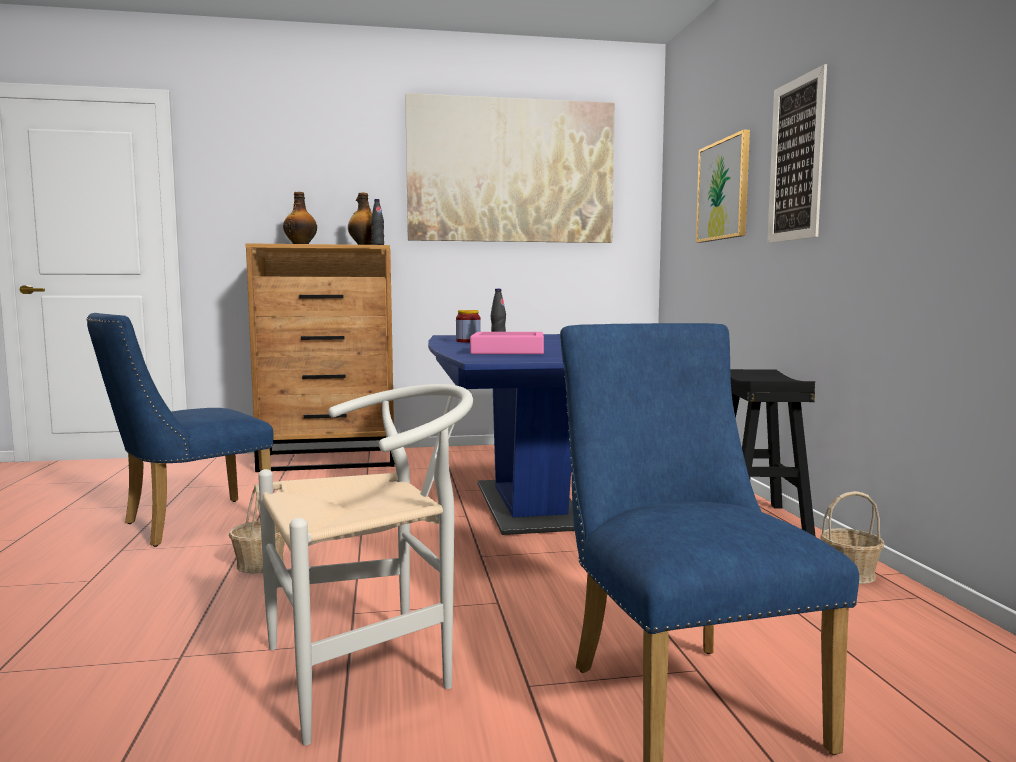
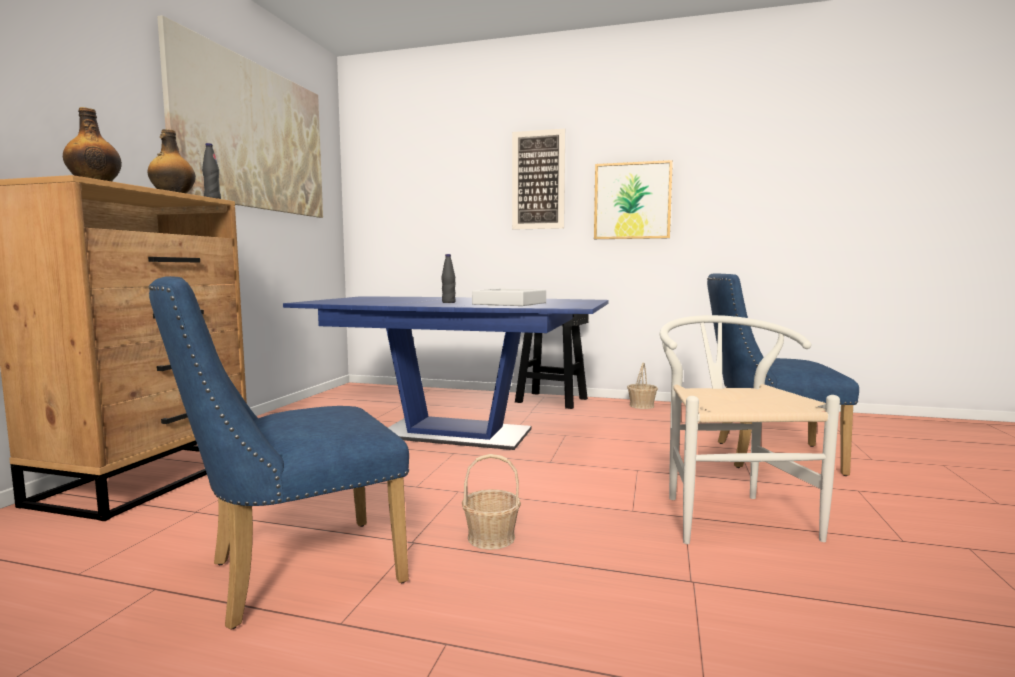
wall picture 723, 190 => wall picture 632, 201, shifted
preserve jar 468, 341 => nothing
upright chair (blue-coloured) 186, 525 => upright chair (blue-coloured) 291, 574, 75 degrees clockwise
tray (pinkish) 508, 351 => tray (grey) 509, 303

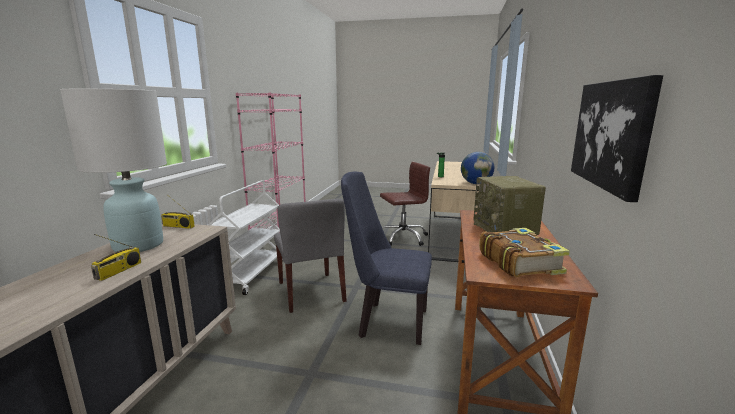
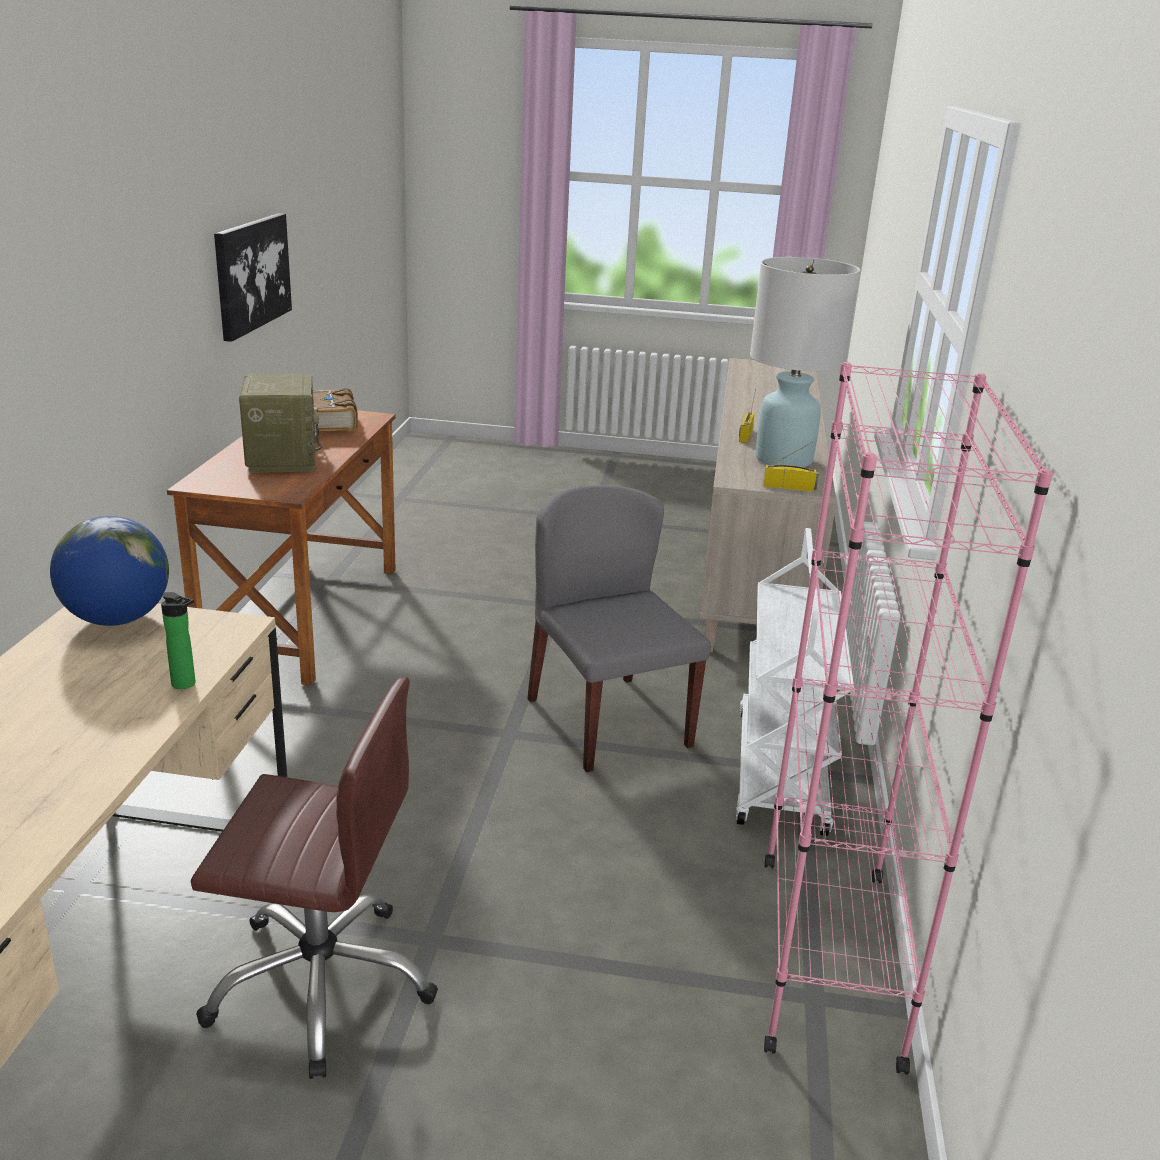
desk chair (brown-coloured) 403, 237 => desk chair (brown-coloured) 322, 983, 150 degrees counterclockwise
upright chair (blue-coloured) 387, 322 => nothing

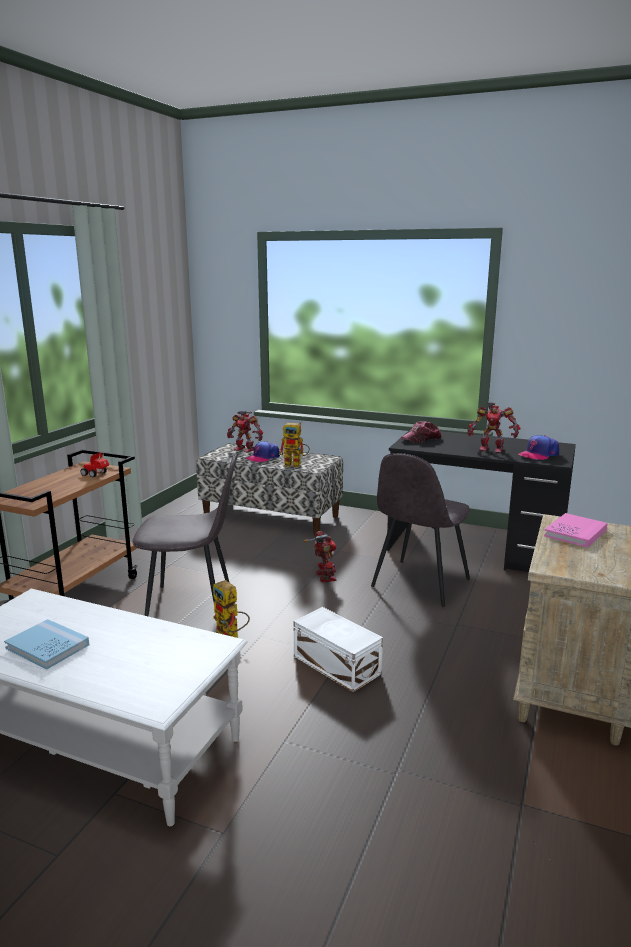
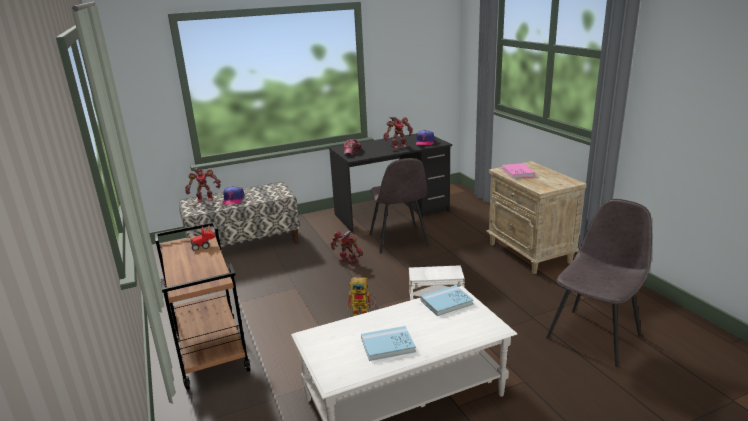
model robot 296, 465 => nothing
upright chair (grey) 192, 605 => upright chair (grey) 594, 336, shifted
nothing => book (blue-coloured) 446, 302

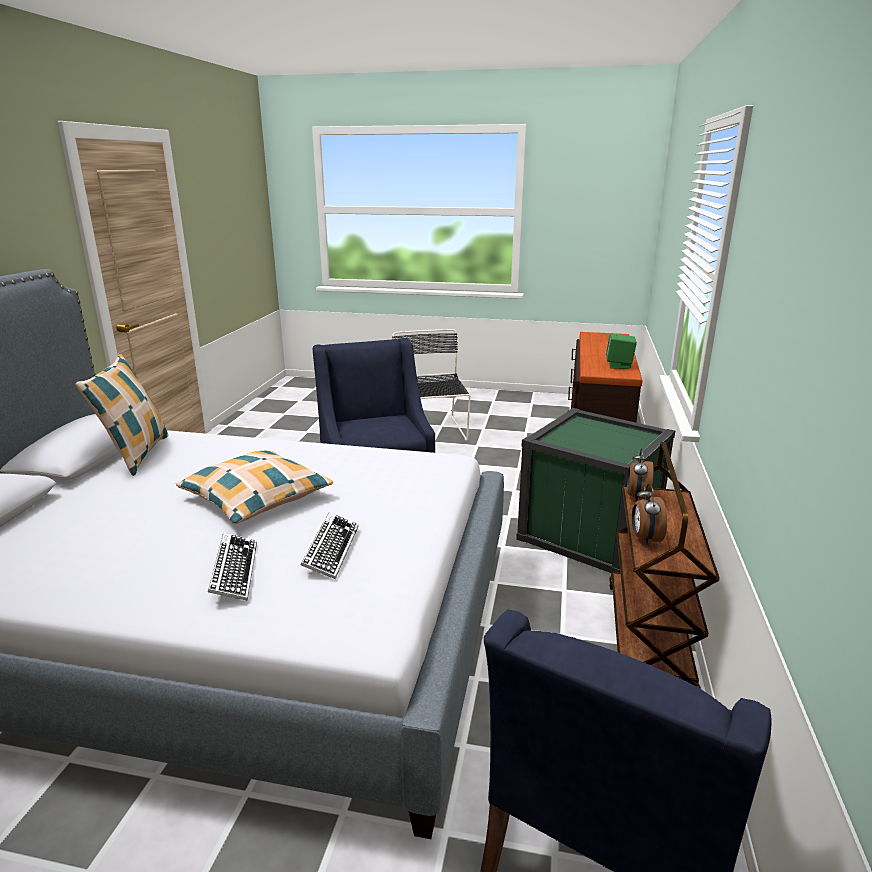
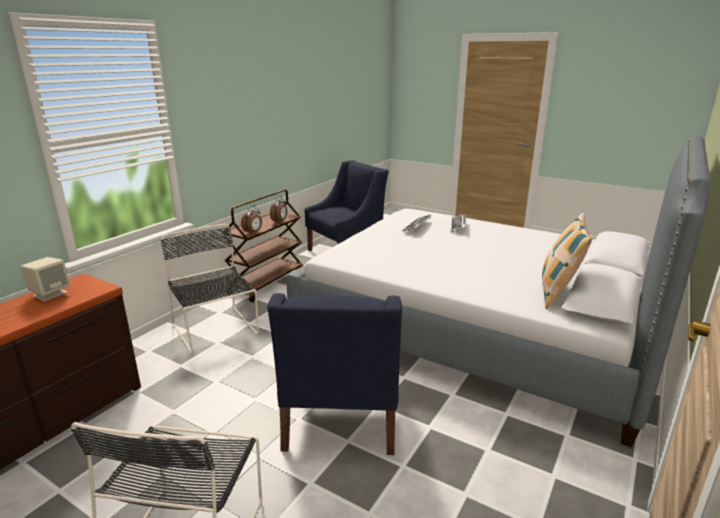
speaker (green) 619, 366 => speaker (beige) 50, 294
storage bin (green) 589, 533 => upright chair (blackish) 216, 331
pillow 256, 497 => nothing

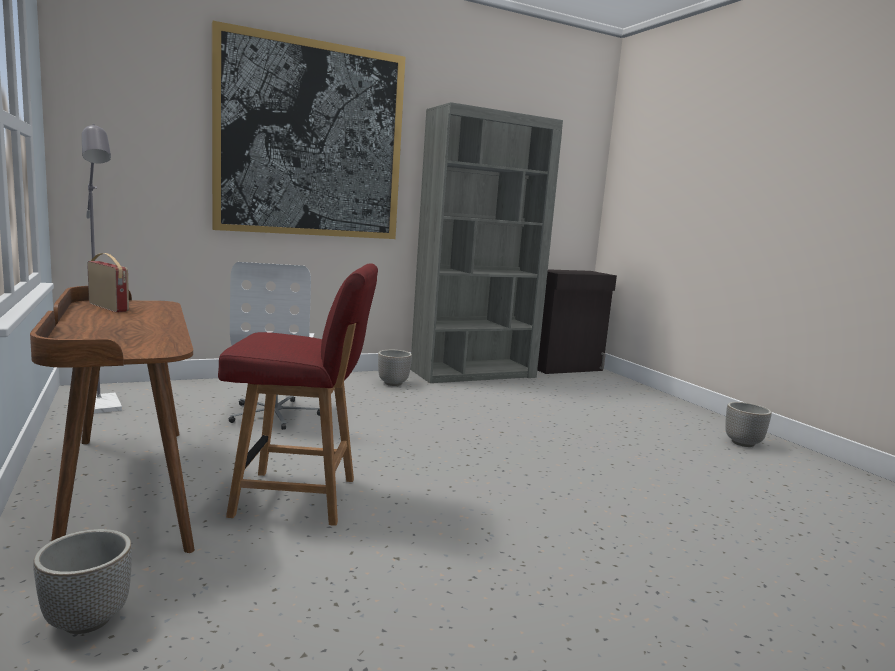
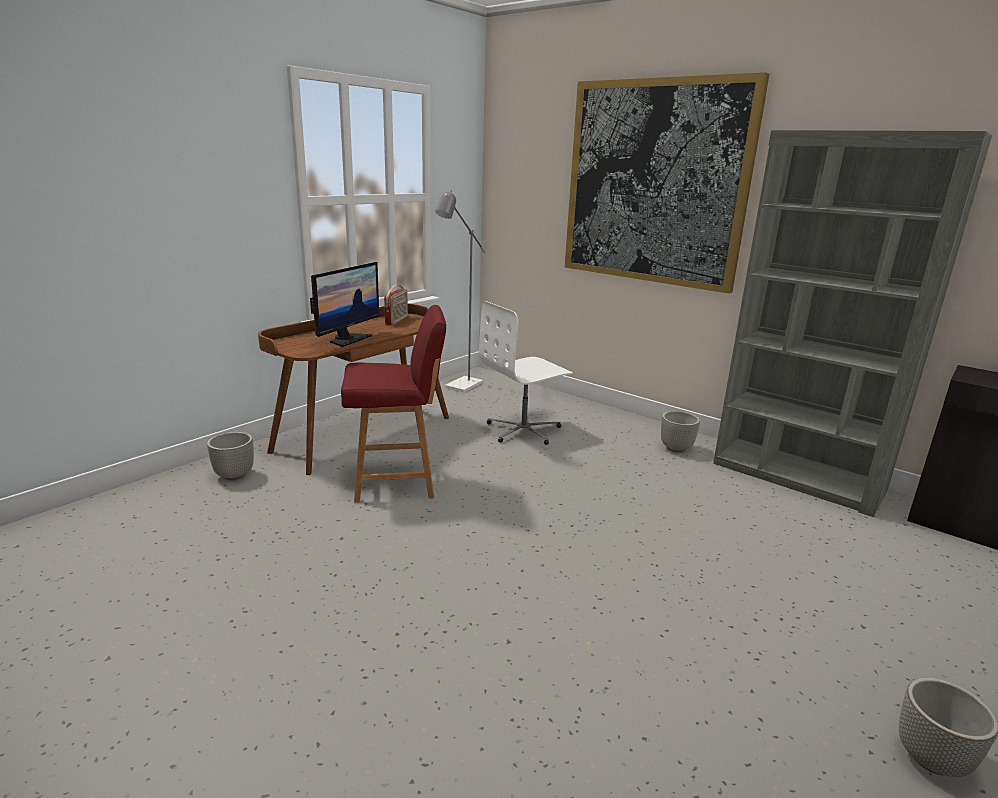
upright chair (red) 298, 497 => upright chair (red) 397, 481, 75 degrees counterclockwise
nothing => computer screen 347, 339

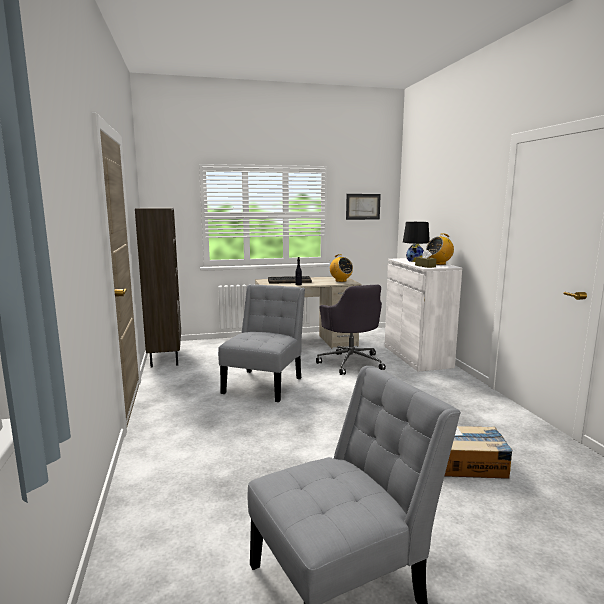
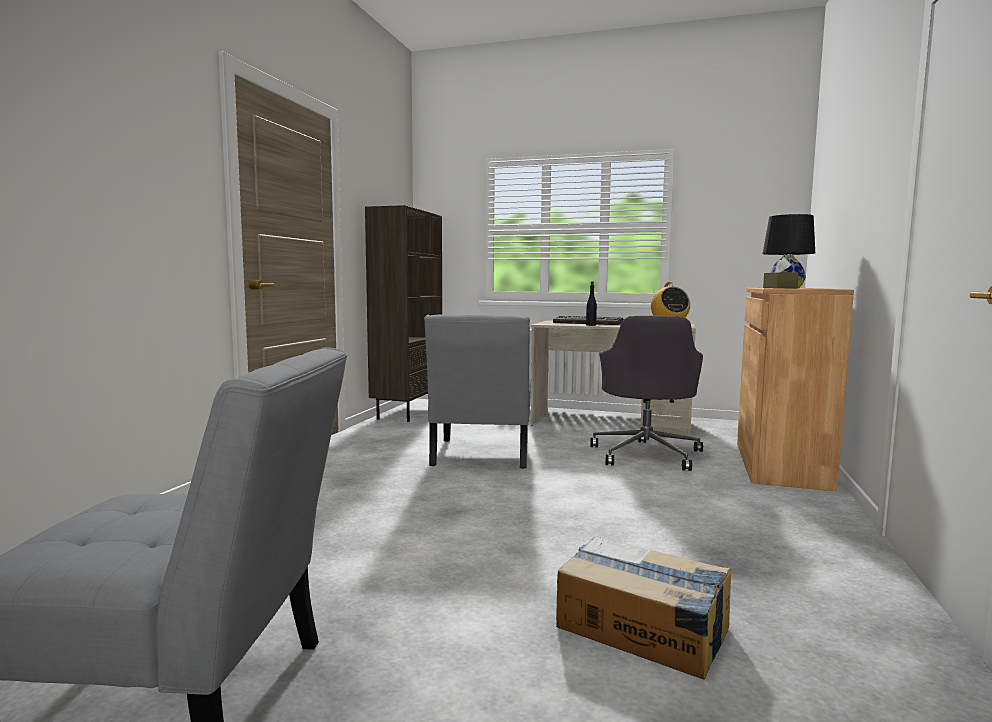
wall picture 363, 206 => nothing
radio set 439, 264 => nothing
storage cabinet (whitish) 417, 356 => storage cabinet (brown-coloured) 780, 465
upright chair (grey) 265, 384 => upright chair (grey) 480, 456, 135 degrees clockwise

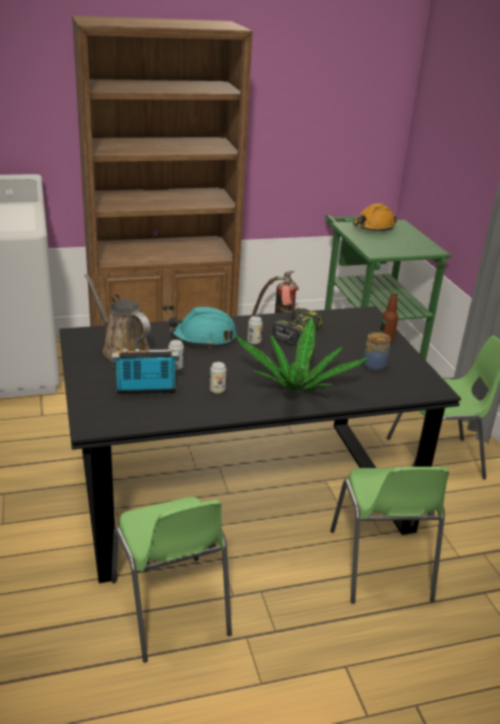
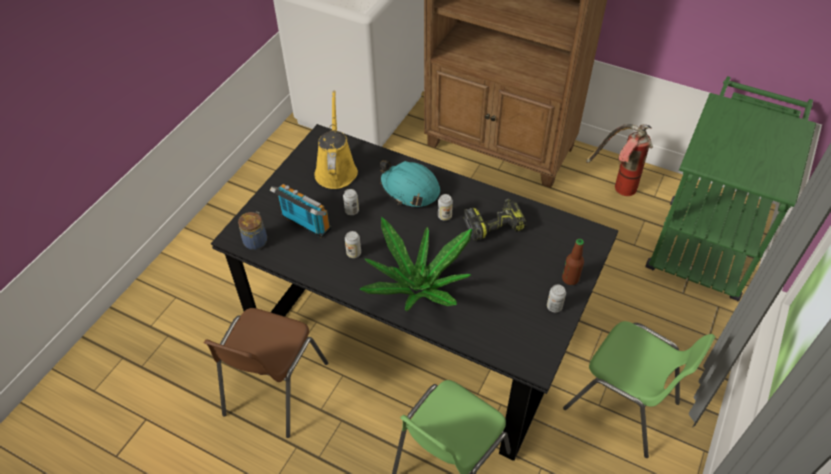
hard hat (orange-coloured) 373, 227 => nothing
watering can (brown-coloured) 122, 348 => watering can (yellow-coloured) 336, 169
preserve jar 373, 365 => preserve jar 256, 241, shifted
upright chair (green) 171, 608 => upright chair (brown-coloured) 274, 389
nothing => sealed can 554, 307

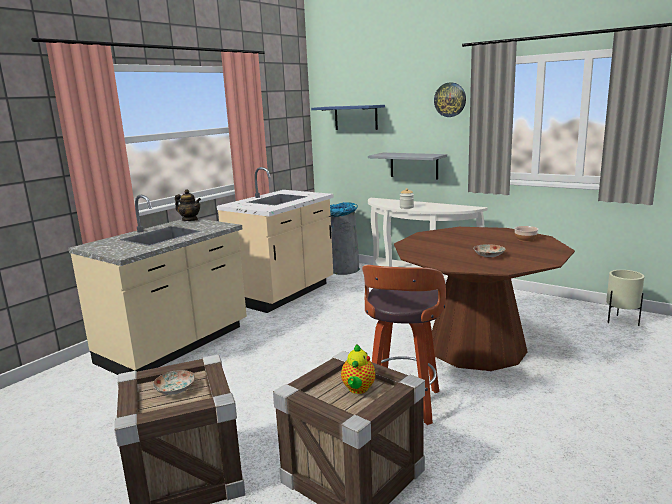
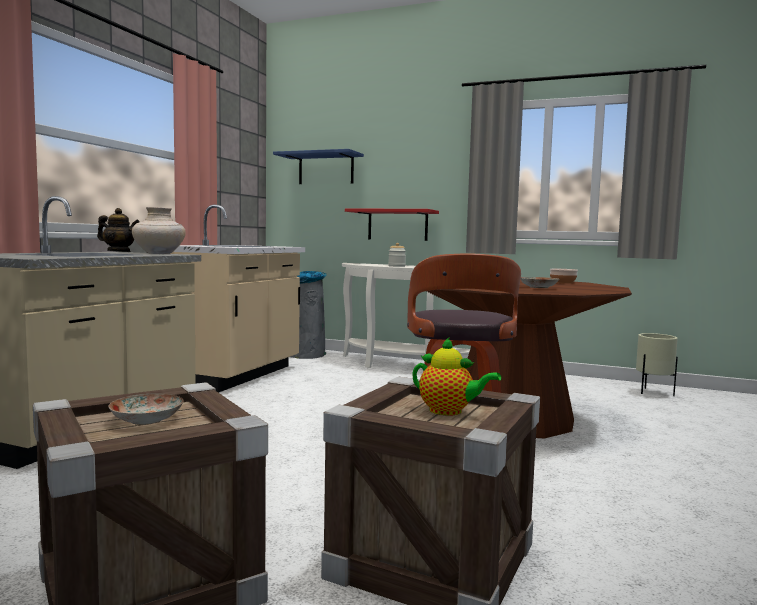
hanging clock 450, 99 => nothing
bracket shelf (grey) 414, 165 => bracket shelf (red) 397, 225
pot for tea 358, 389 => pot for tea 449, 411, 60 degrees counterclockwise
nothing => decorative vase (beige) 159, 253

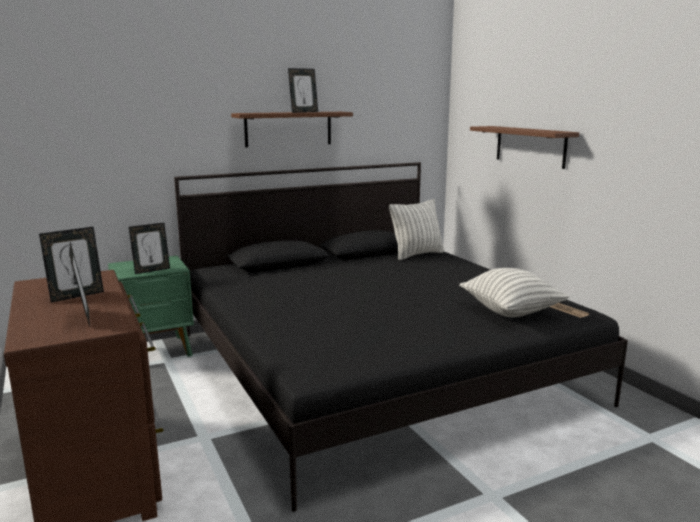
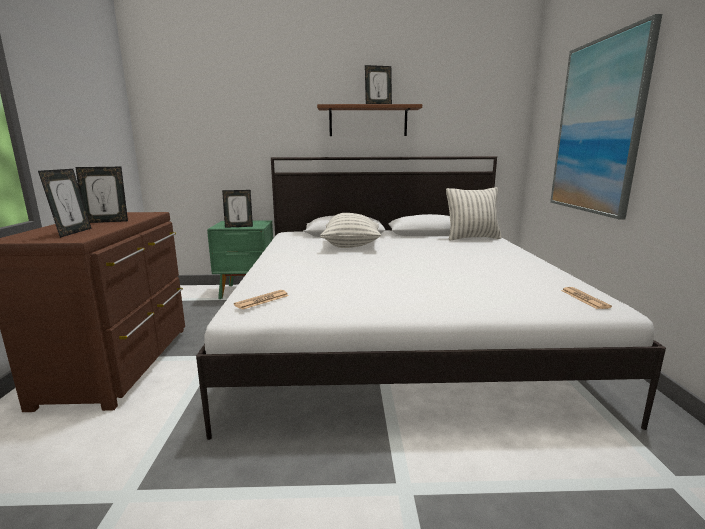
bracket shelf (brown-coloured) 530, 146 => wall picture 598, 127
sleeping bed (blackish) 375, 366 => sleeping bed (whitish) 398, 331
pillow 511, 311 => pillow 351, 246, shifted
nothing => newspaper 262, 300

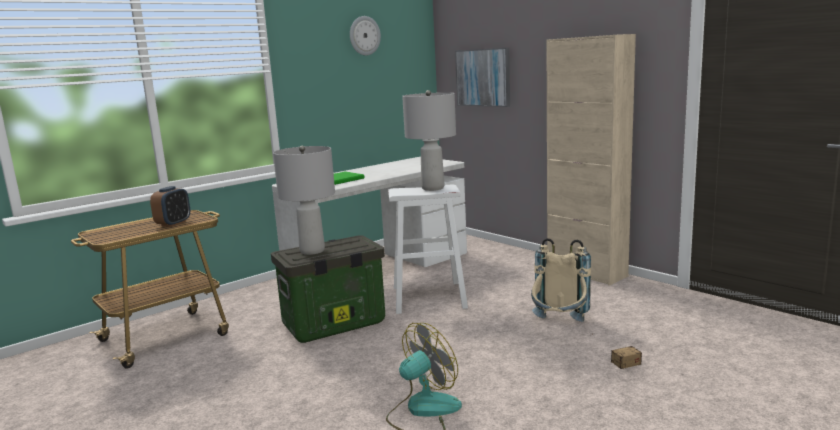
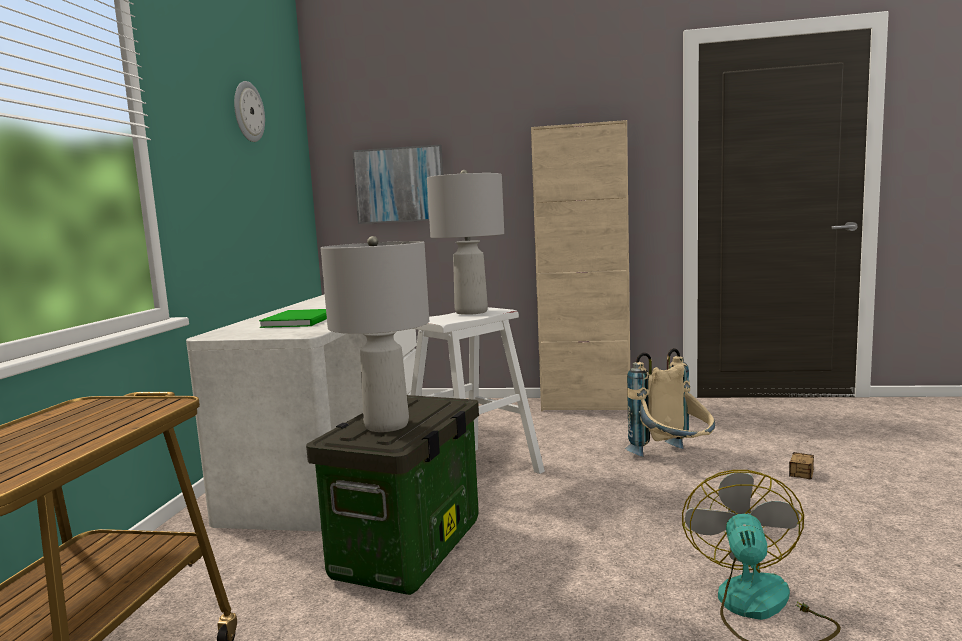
table clock 173, 224 => nothing

